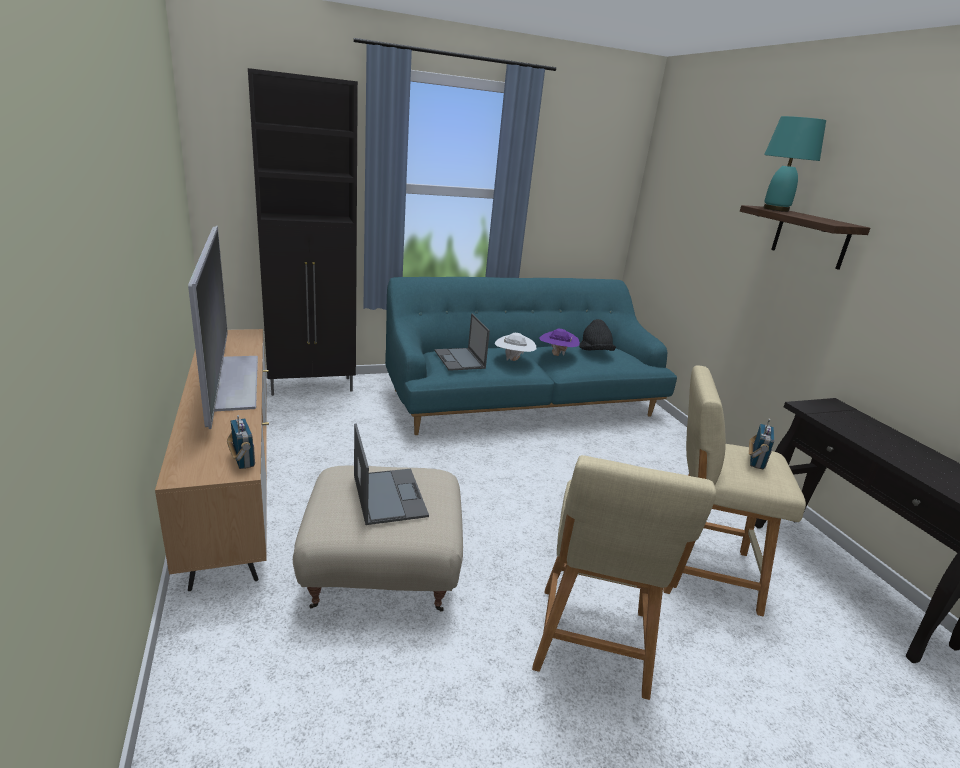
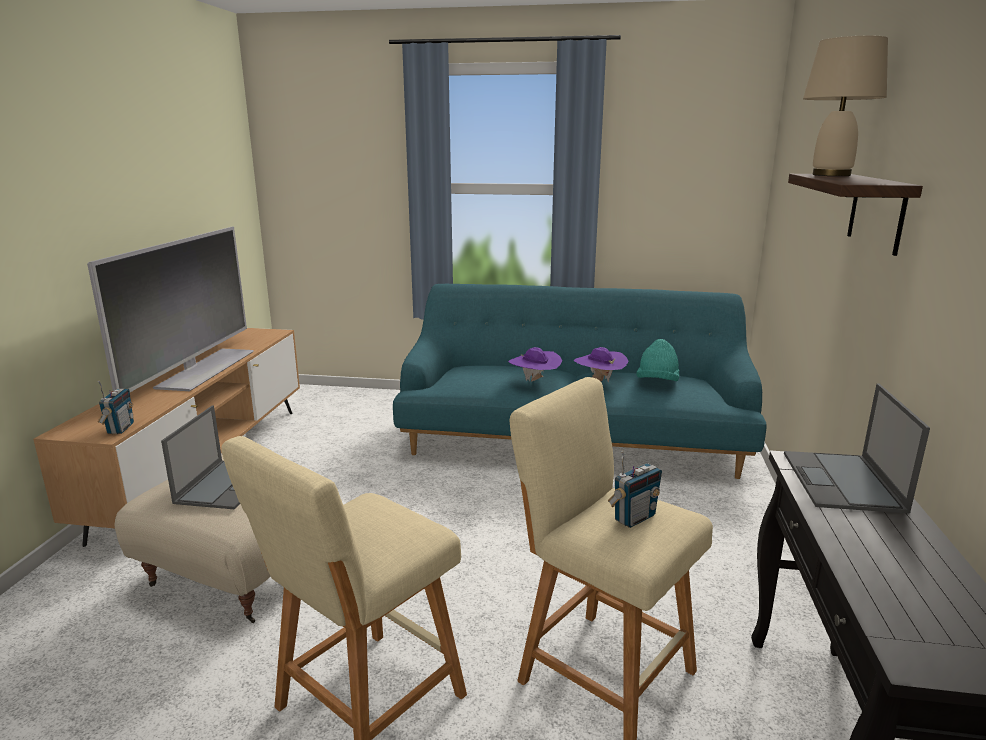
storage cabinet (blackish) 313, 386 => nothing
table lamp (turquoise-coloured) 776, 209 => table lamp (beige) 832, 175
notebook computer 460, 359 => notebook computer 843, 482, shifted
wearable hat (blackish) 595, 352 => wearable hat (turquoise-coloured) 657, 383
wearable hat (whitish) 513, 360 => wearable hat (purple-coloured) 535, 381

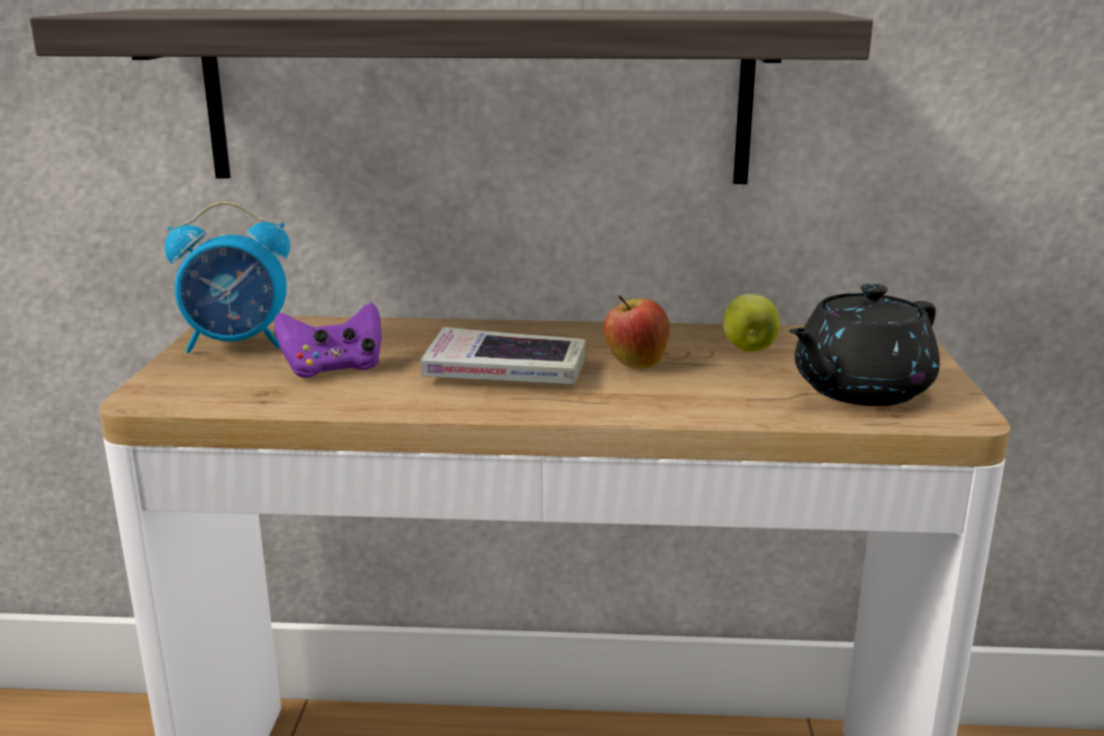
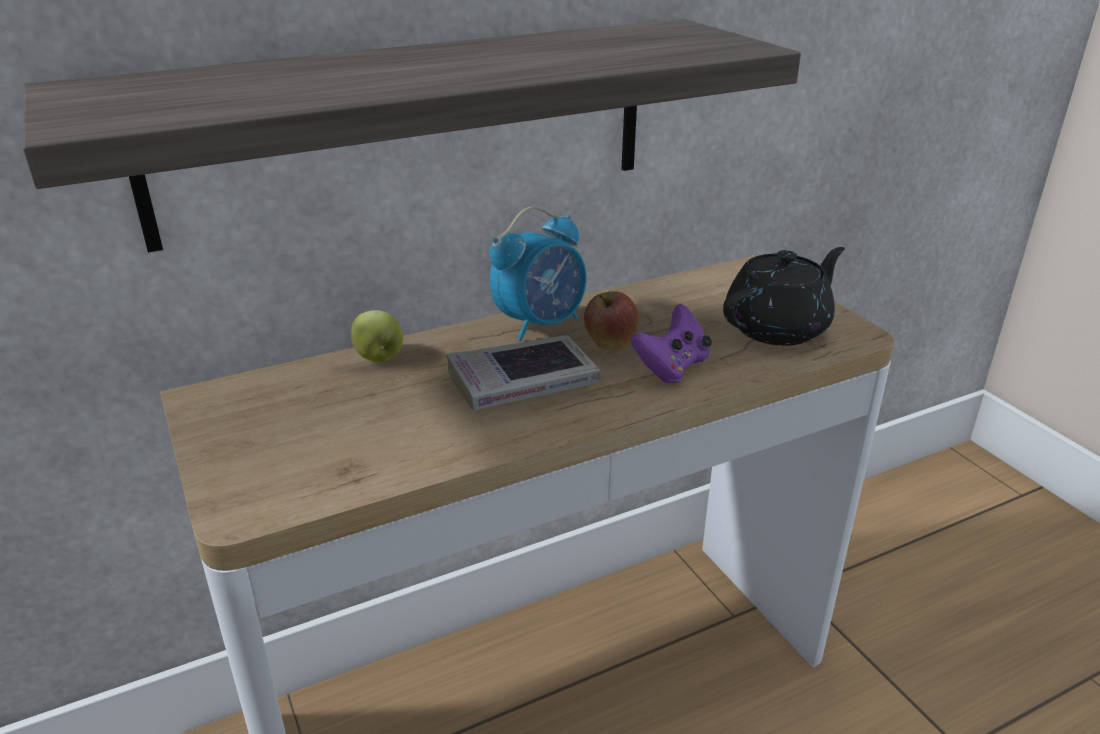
table clock 238, 344 => table clock 540, 324, shifted
pot for tea (blackish) 859, 389 => pot for tea (blackish) 778, 328, 150 degrees counterclockwise
apple 749, 349 => apple 379, 358, shifted
gamepad (purple-coloured) 333, 368 => gamepad (purple-coloured) 672, 367, shifted

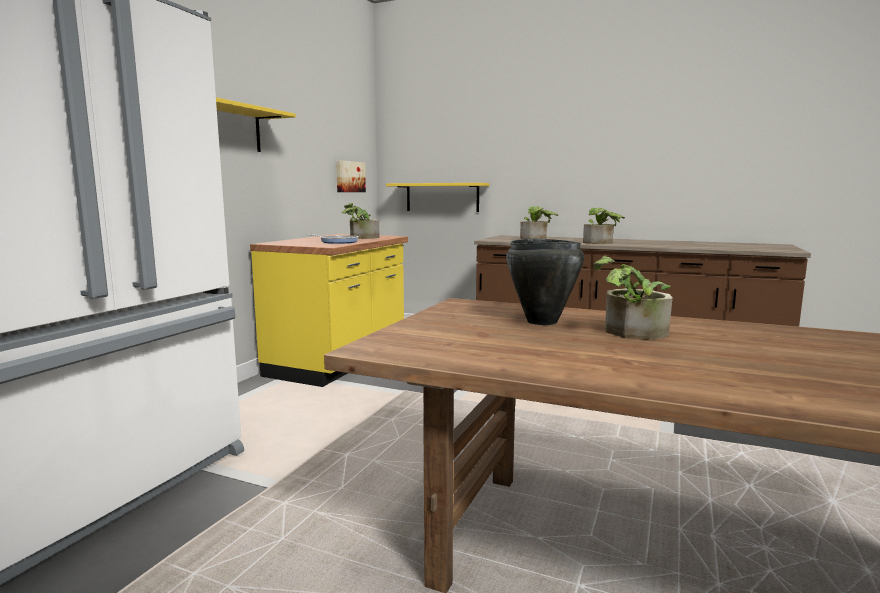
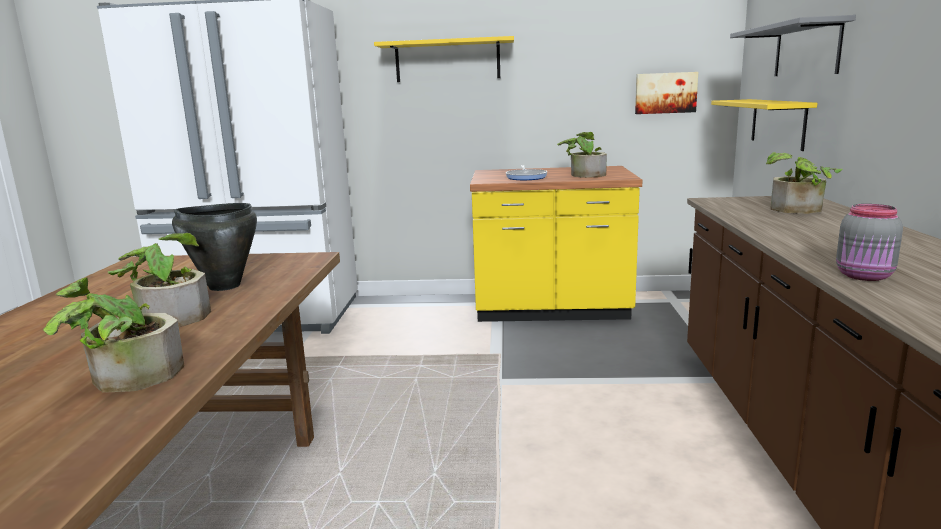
houseplant 601, 243 => houseplant 126, 379, shifted
nothing => bracket shelf (grey) 806, 50
nothing => preserve jar (grey) 865, 276

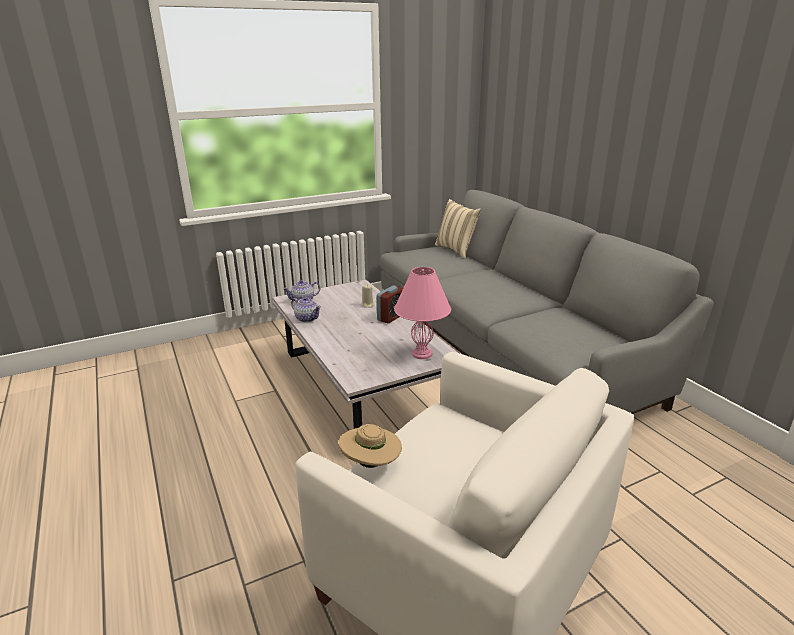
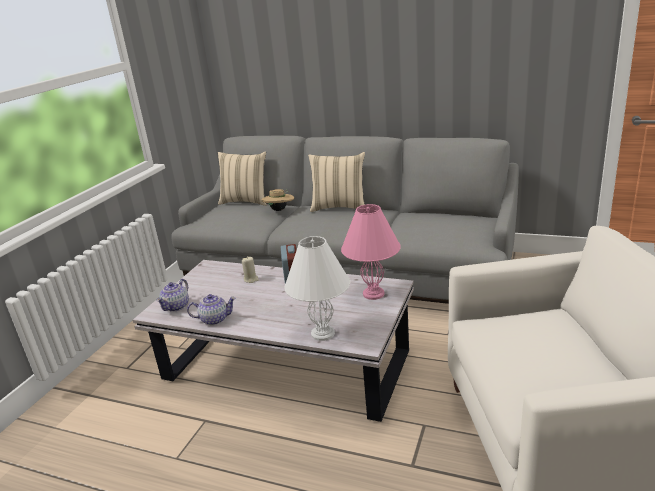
wearable hat (beige) 371, 464 => wearable hat (beige) 279, 210, shifted
nothing => pillow (beige) 339, 207
nothing => table lamp (whitish) 322, 334

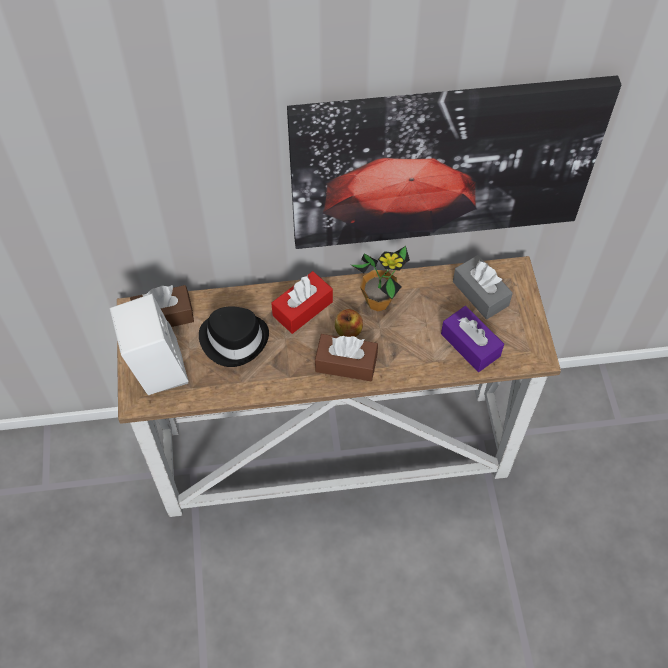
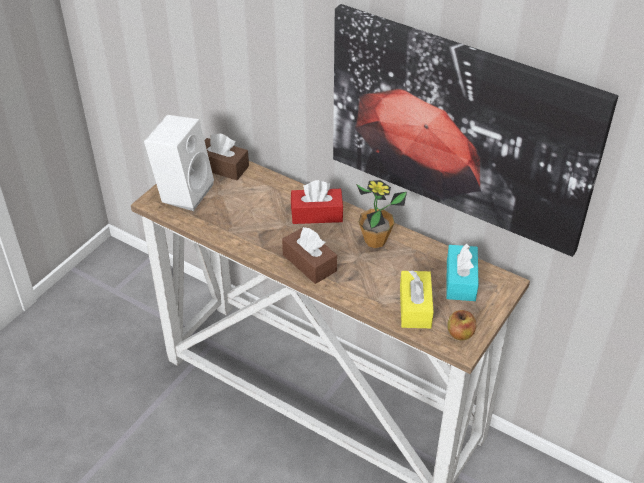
box of tissues (grey) 480, 293 => box of tissues (turquoise-coloured) 460, 280
wearable hat (blackish) 234, 339 => nothing
box of tissues (purple-coloured) 470, 345 => box of tissues (yellow-coloured) 415, 307
apple 348, 331 => apple 460, 334, shifted

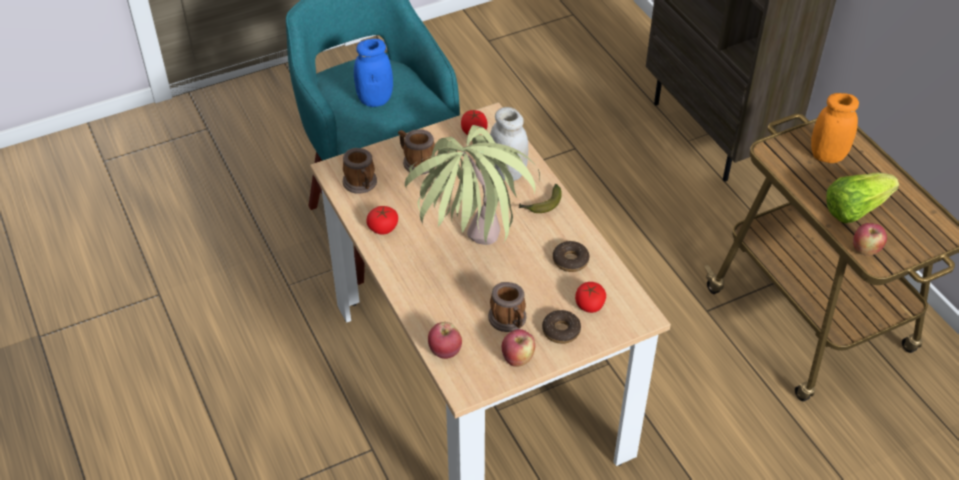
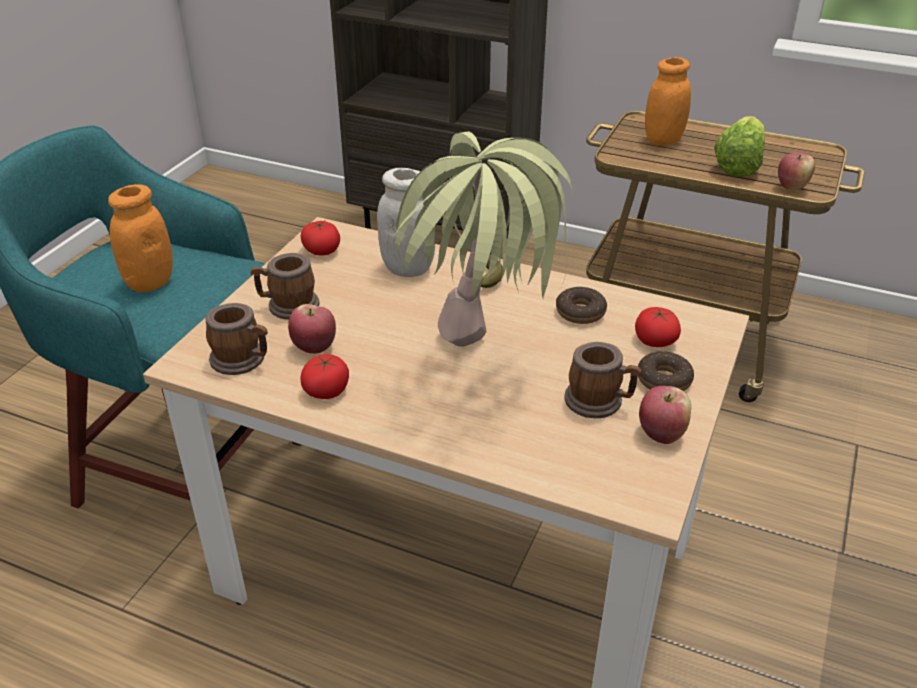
preserve jar (blue-coloured) 375, 99 => preserve jar (orange-coloured) 150, 282
apple 445, 351 => apple 314, 347, shifted

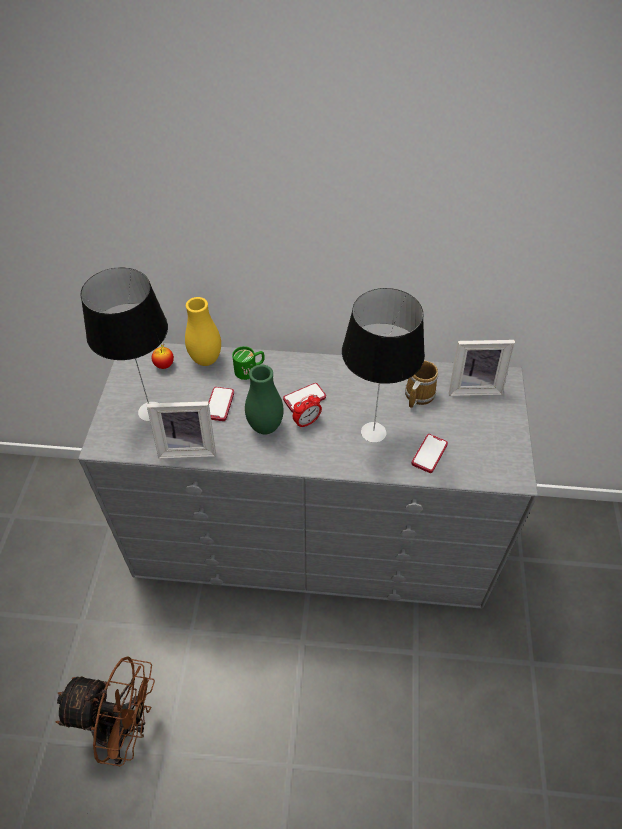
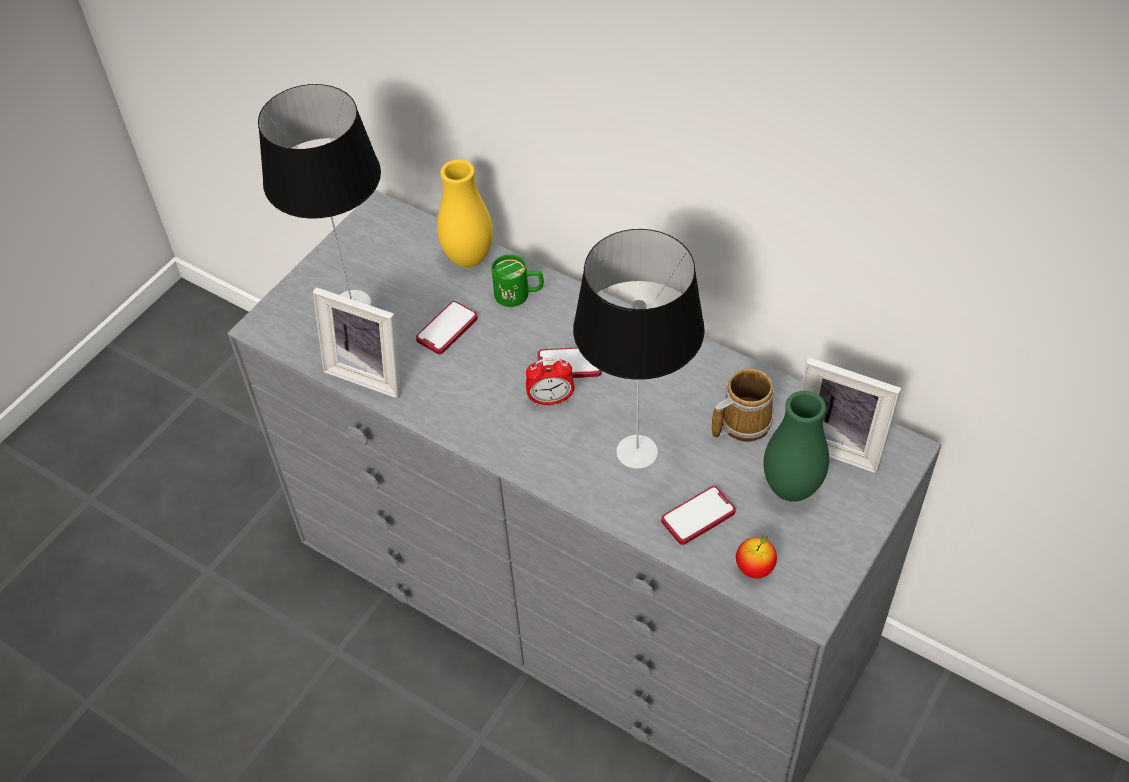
apple 164, 365 => apple 754, 568, shifted
decorative vase (green) 265, 427 => decorative vase (green) 791, 488, shifted
fan (brown-coloured) 123, 729 => nothing

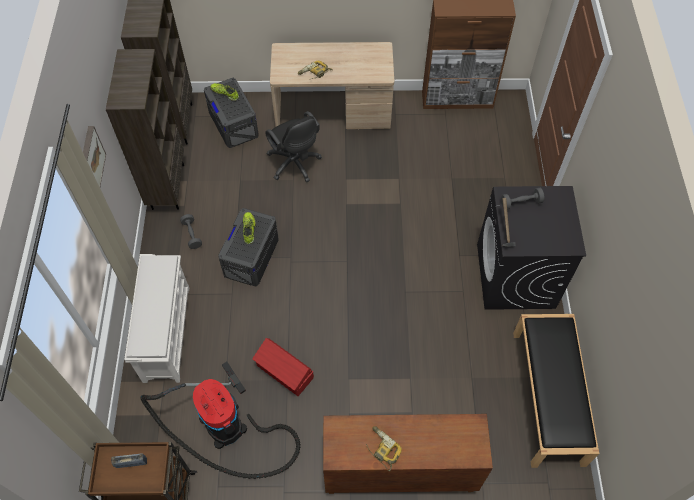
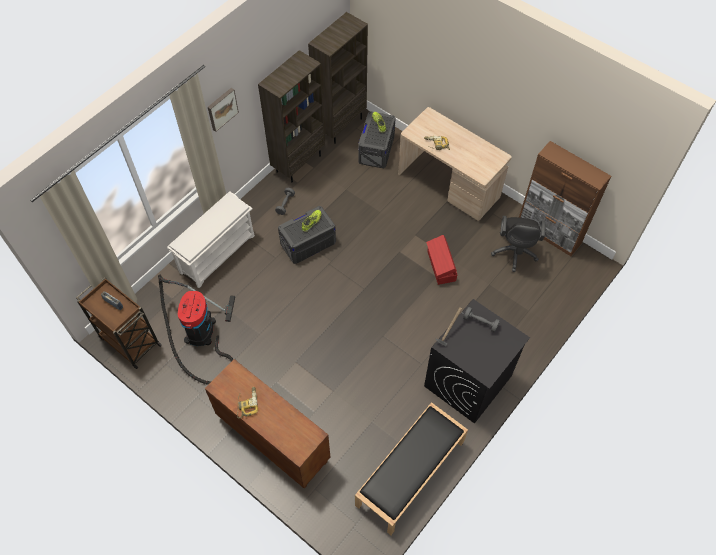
desk chair (blackish) 295, 165 => desk chair (blackish) 514, 254, shifted
storage bin (red) 285, 372 => storage bin (red) 440, 266, shifted

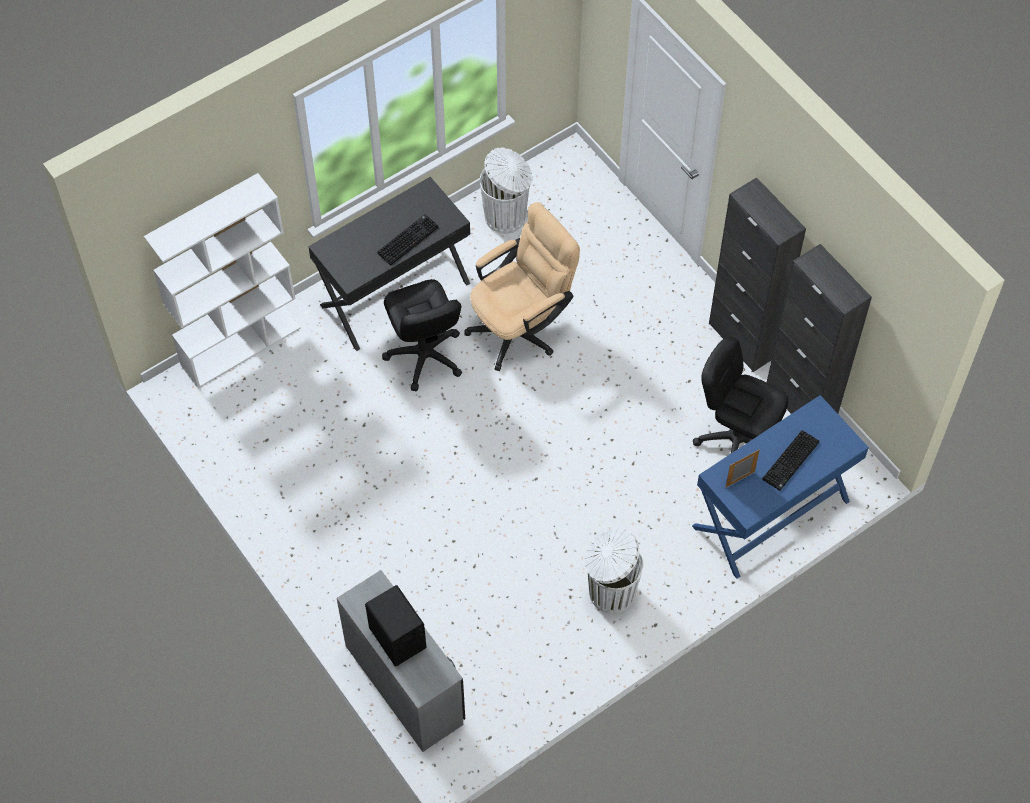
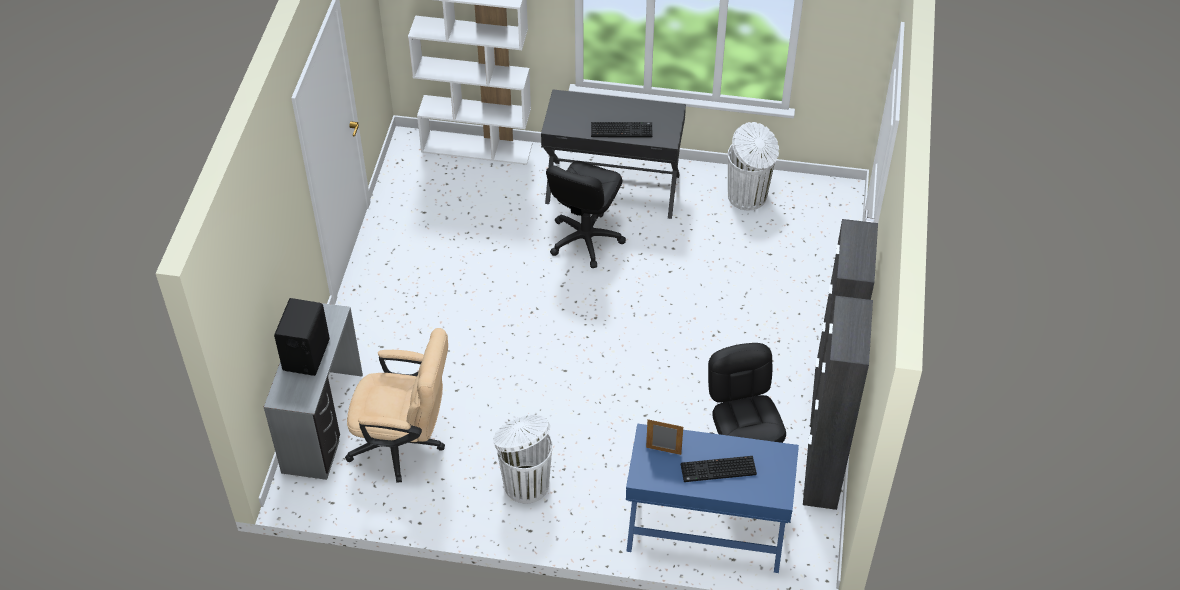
desk chair (beige) 521, 327 => desk chair (beige) 404, 444, shifted

